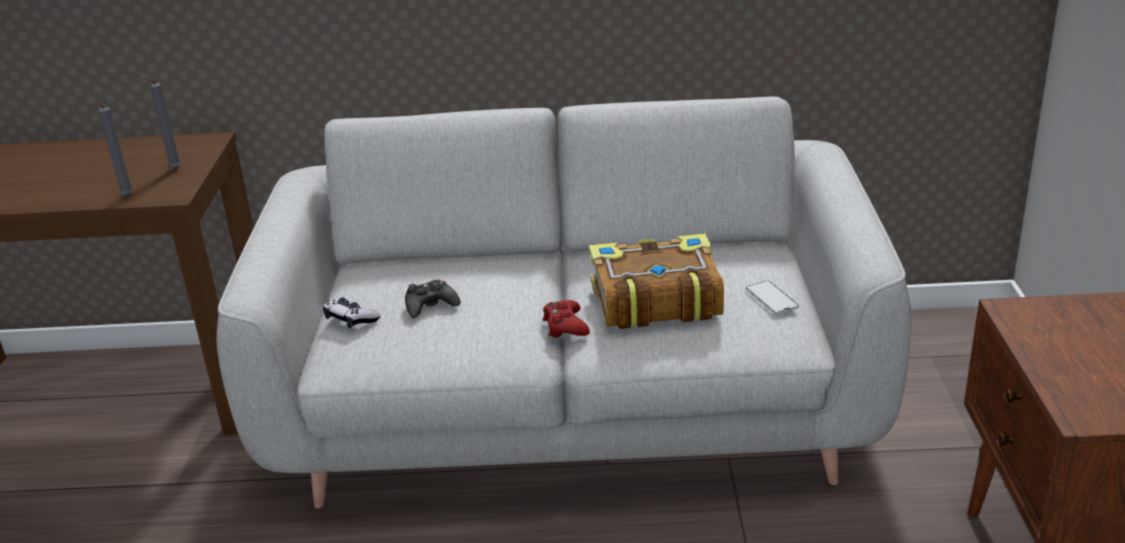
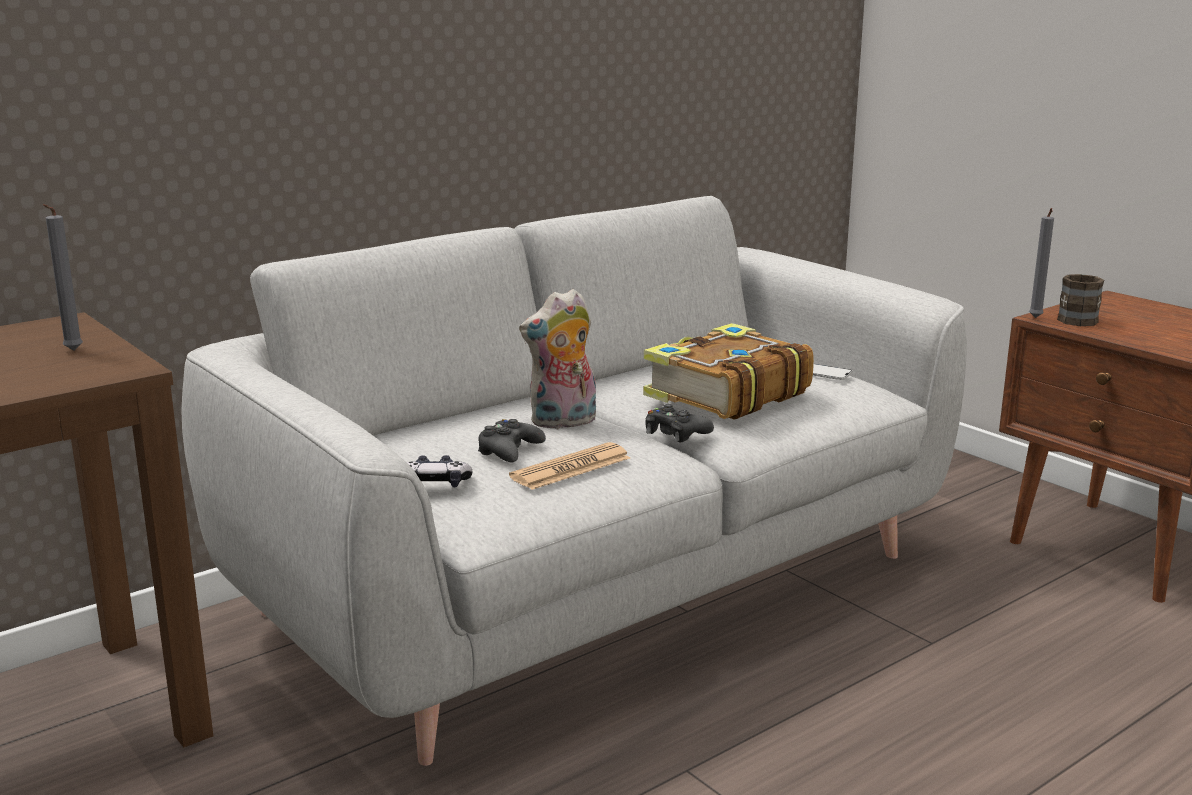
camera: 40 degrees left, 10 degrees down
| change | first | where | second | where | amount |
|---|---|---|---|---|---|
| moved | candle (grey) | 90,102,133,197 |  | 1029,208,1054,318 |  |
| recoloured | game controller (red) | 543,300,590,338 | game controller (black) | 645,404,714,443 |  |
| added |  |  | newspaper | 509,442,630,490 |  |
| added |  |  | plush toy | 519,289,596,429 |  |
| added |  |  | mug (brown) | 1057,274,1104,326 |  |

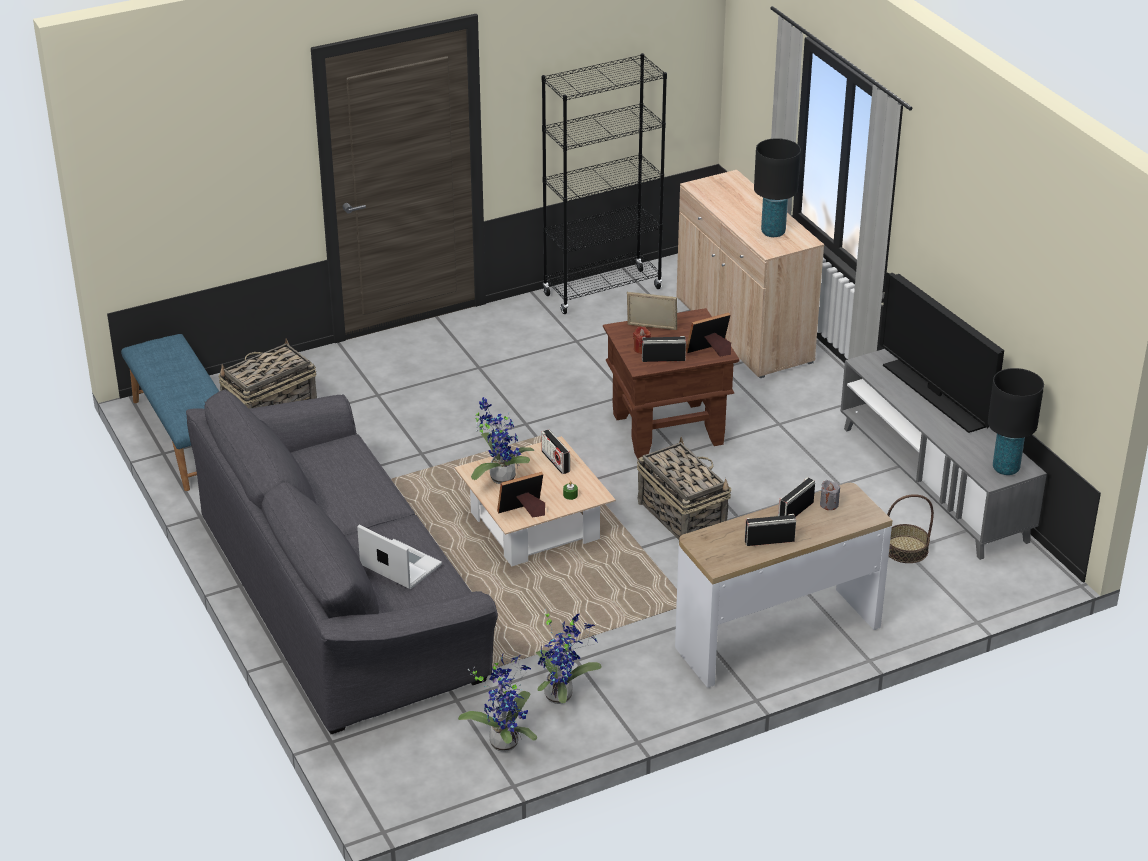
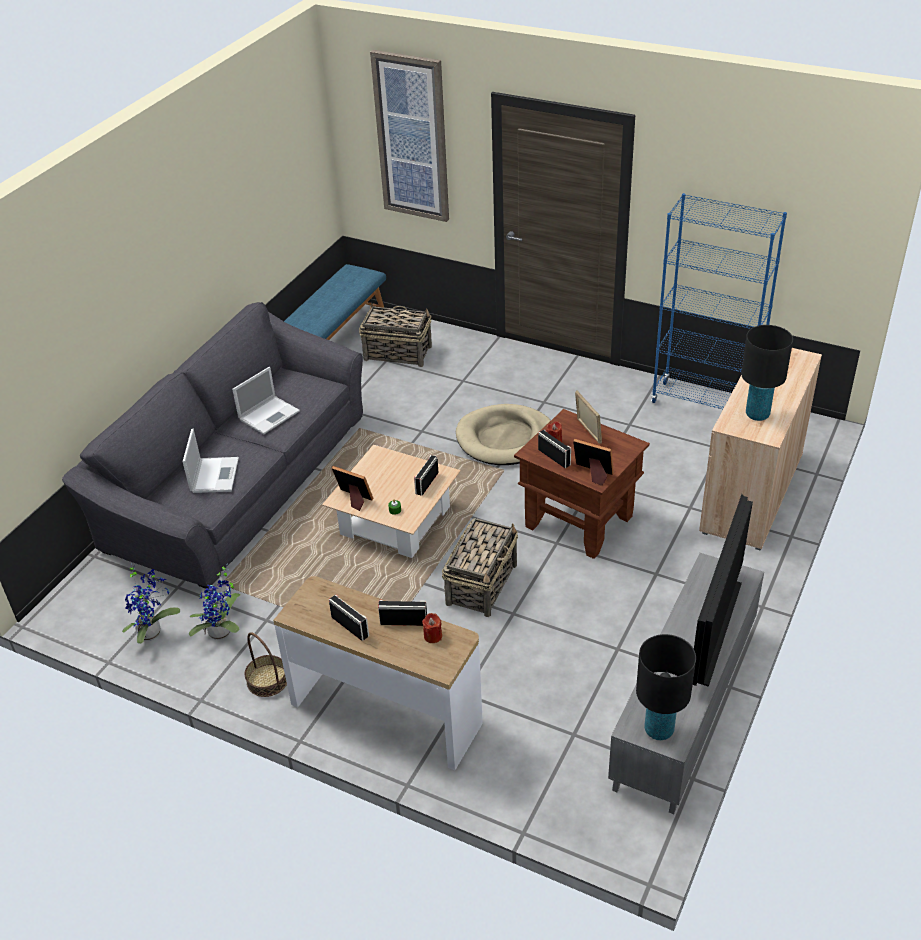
camera: 55 degrees right, 5 degrees up
| change | first | where | second | where | amount |
|---|---|---|---|---|---|
| removed | potted plant | 471,397,535,484 |  |  |  |
| recoloured | bookcase (black) | 542,53,667,314 | bookcase (blue) | 651,193,787,409 |  |
| recoloured | candle (grey) | 820,480,840,510 | candle (red) | 422,613,442,643 |  |
| moved | basket | 887,494,934,563 |  | 245,632,287,697 |  |
| added |  |  | laptop | 232,367,300,434 |  |
| added |  |  | picture | 370,50,449,222 |  |
| added |  |  | dog bed (beige) | 456,404,551,465 |  |

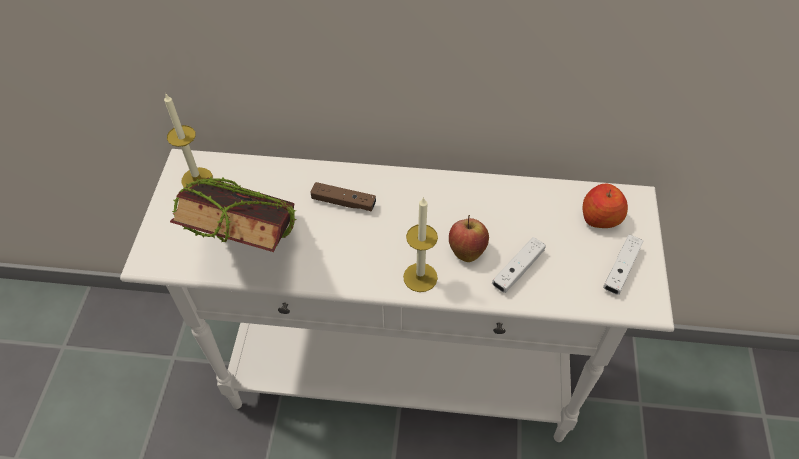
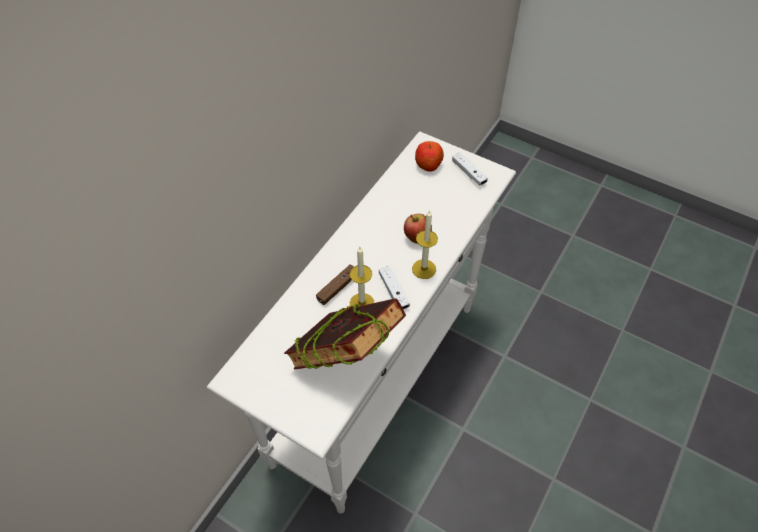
camera: 65 degrees left, 0 degrees up
| change | first | where | second | where | amount |
|---|---|---|---|---|---|
| moved | candle | 164,94,213,188 |  | 350,247,374,308 |  |
| moved | game controller (white) | 492,237,546,293 |  | 379,266,410,309 |  |

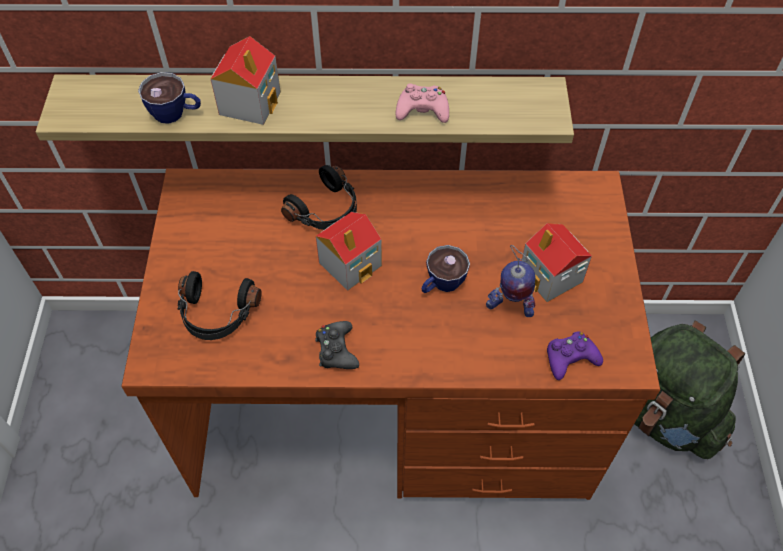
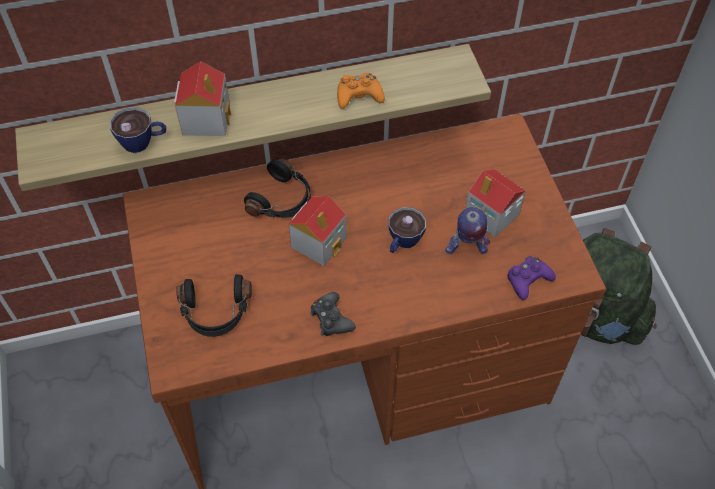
camera: 15 degrees left, 0 degrees up
| change | first | where | second | where | amount |
|---|---|---|---|---|---|
| recoloured | game controller (pink) | 396,83,449,123 | game controller (orange) | 337,73,385,109 |  |

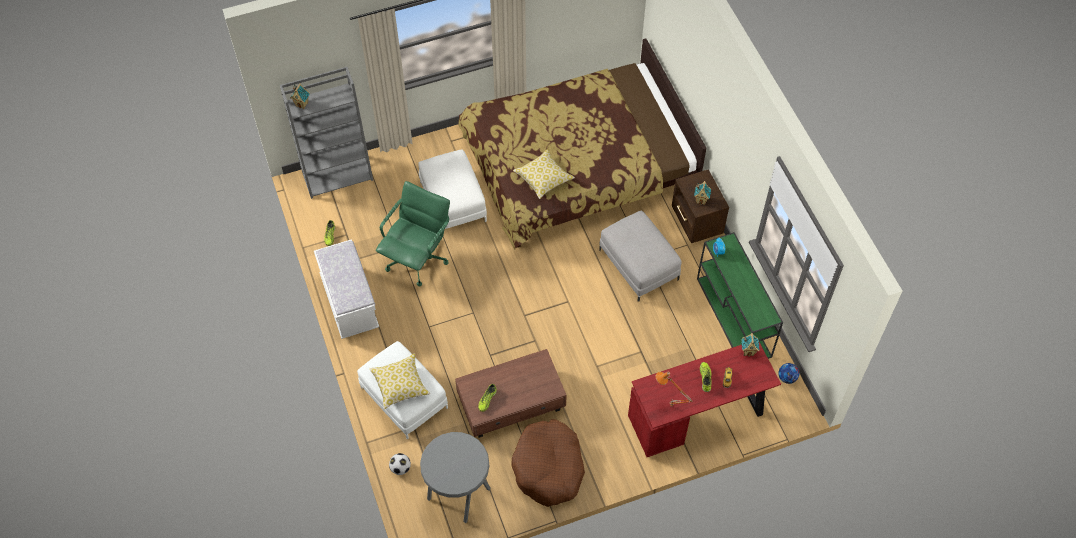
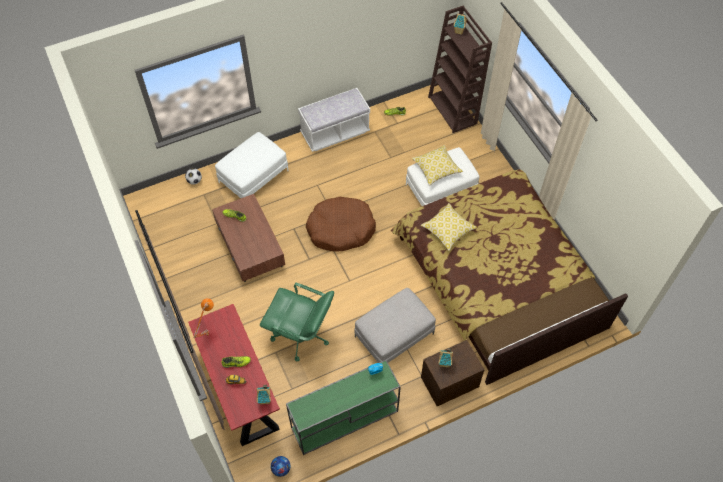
camera: 85 degrees right, 0 degrees up
| change | first | where | second | where | amount |
|---|---|---|---|---|---|
| recoloured | bookcase (grey) | 280,67,373,199 | bookcase (brown) | 428,5,492,133 |  |
| moved | pillow | 370,354,430,409 |  | 412,145,463,186 |  |
| moved | office chair (green) | 376,181,450,287 |  | 260,283,334,361 |  |
| removed | stool (grey) | 420,432,491,523 |  |  |  |
| moved | dog bed (brown) | 511,419,585,507 |  | 306,197,376,252 |  |

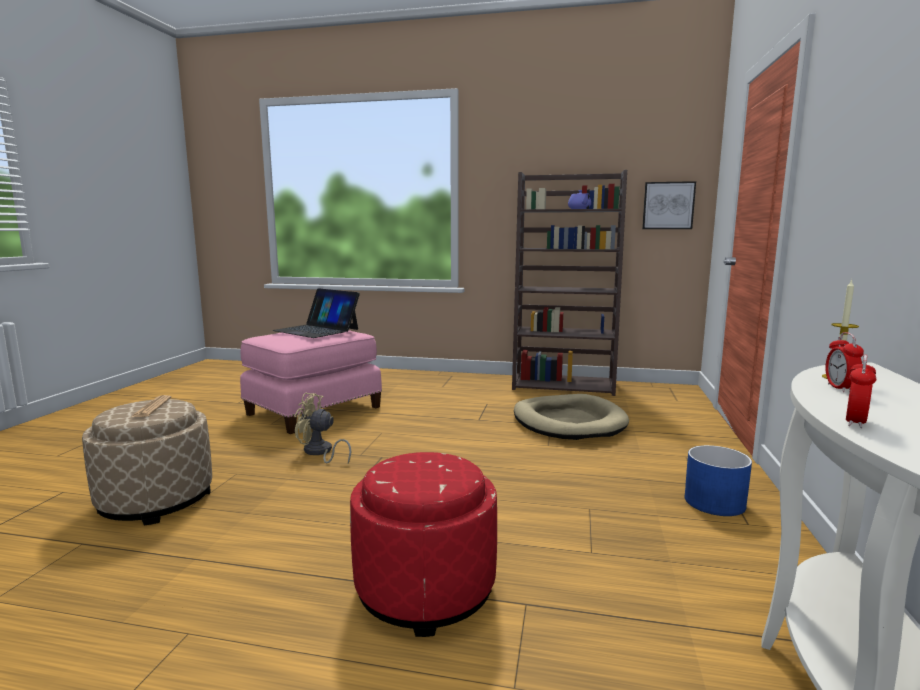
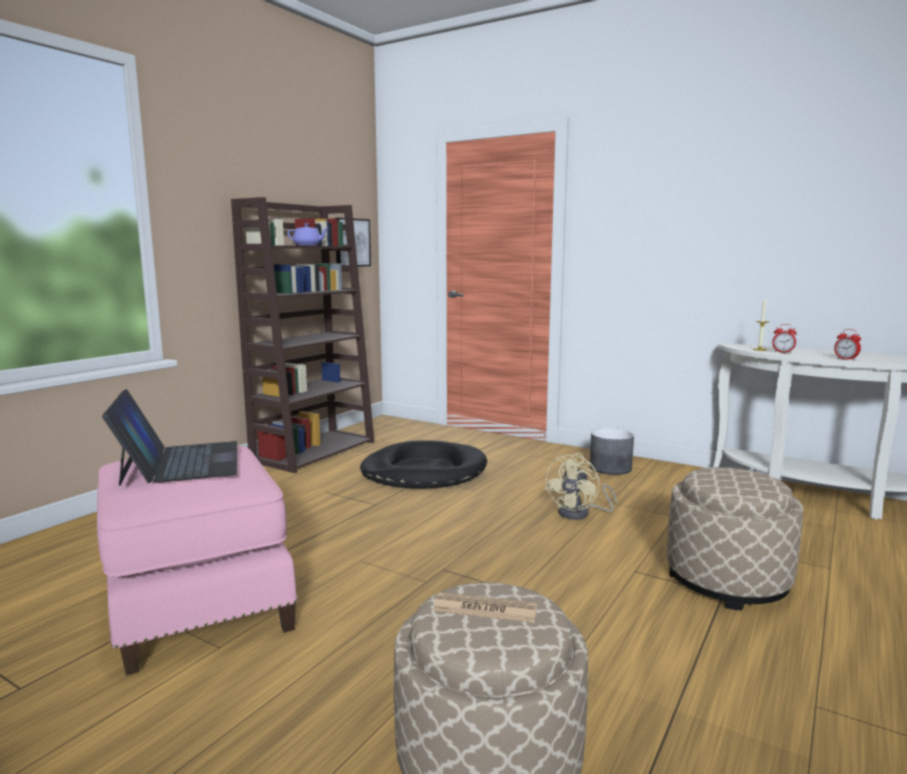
camera: 70 degrees left, 0 degrees up
| change | first | where | second | where | amount |
|---|---|---|---|---|---|
| turned | laptop | 273,288,360,338 |  | 102,389,237,486 | 75 degrees counterclockwise |
| moved | fan (beige) | 294,393,351,464 |  | 545,453,617,520 |  |
| recoloured | ottoman (red) | 350,452,497,637 | ottoman (beige) | 667,467,803,611 |  |
| recoloured | dog bed (beige) | 514,394,629,440 | dog bed (black) | 360,440,487,489 |  |
| recoloured | planter (blue) | 684,445,752,516 | planter (grey) | 590,428,634,475 |  |

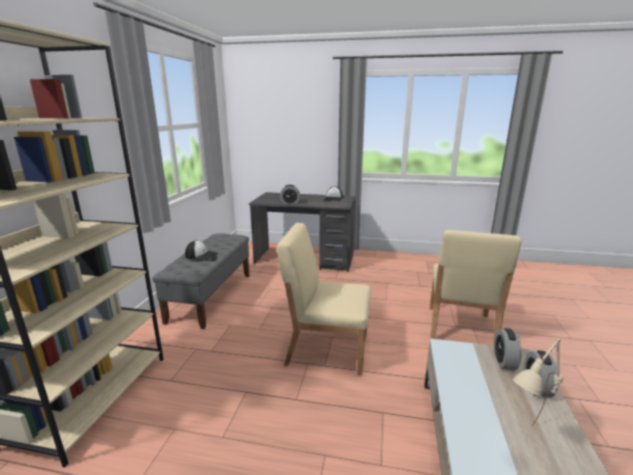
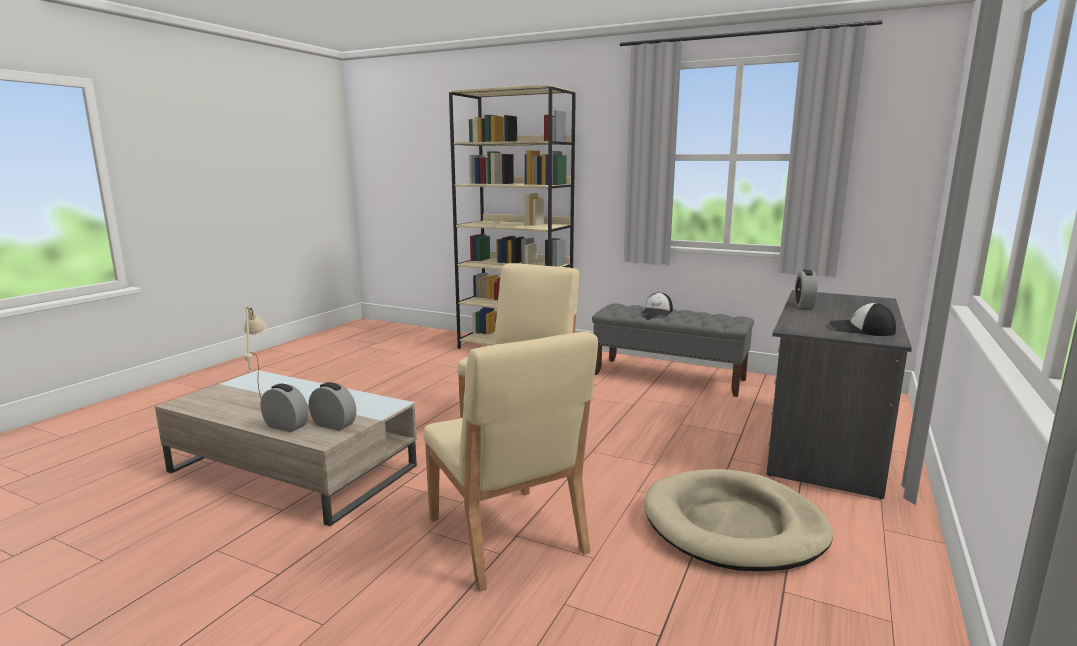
camera: 105 degrees right, 5 degrees down
| change | first | where | second | where | amount |
|---|---|---|---|---|---|
| turned | chair (beige) | 430,230,521,345 |  | 424,332,598,592 | 150 degrees counterclockwise |
| added |  |  | dog bed (beige) | 644,469,833,572 |  |

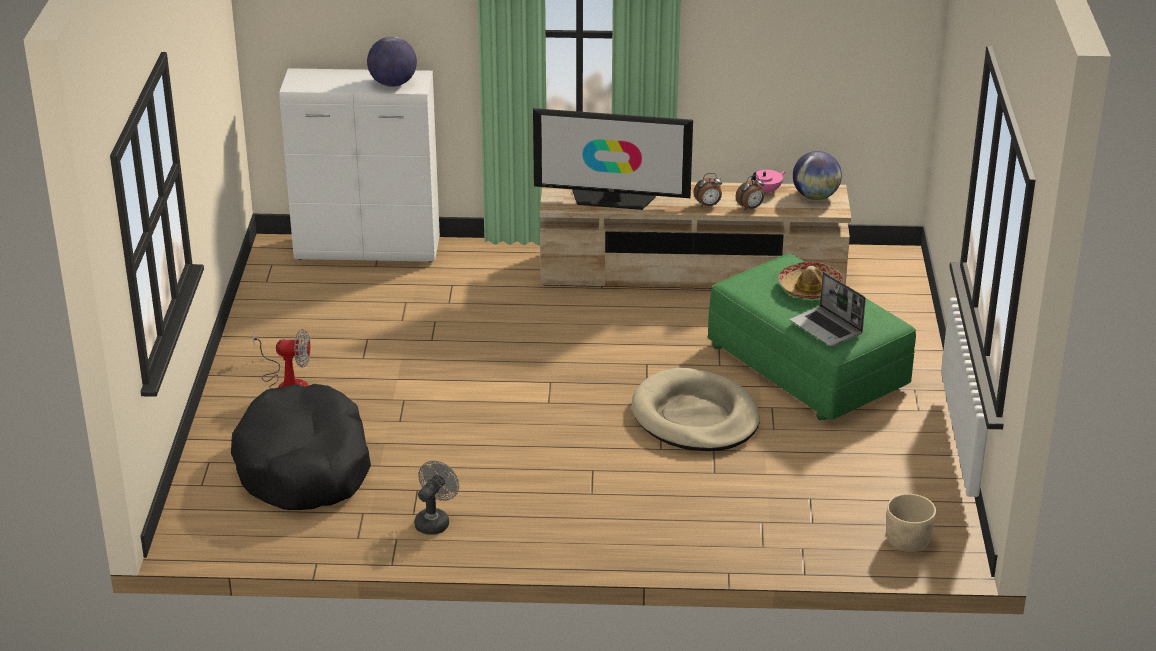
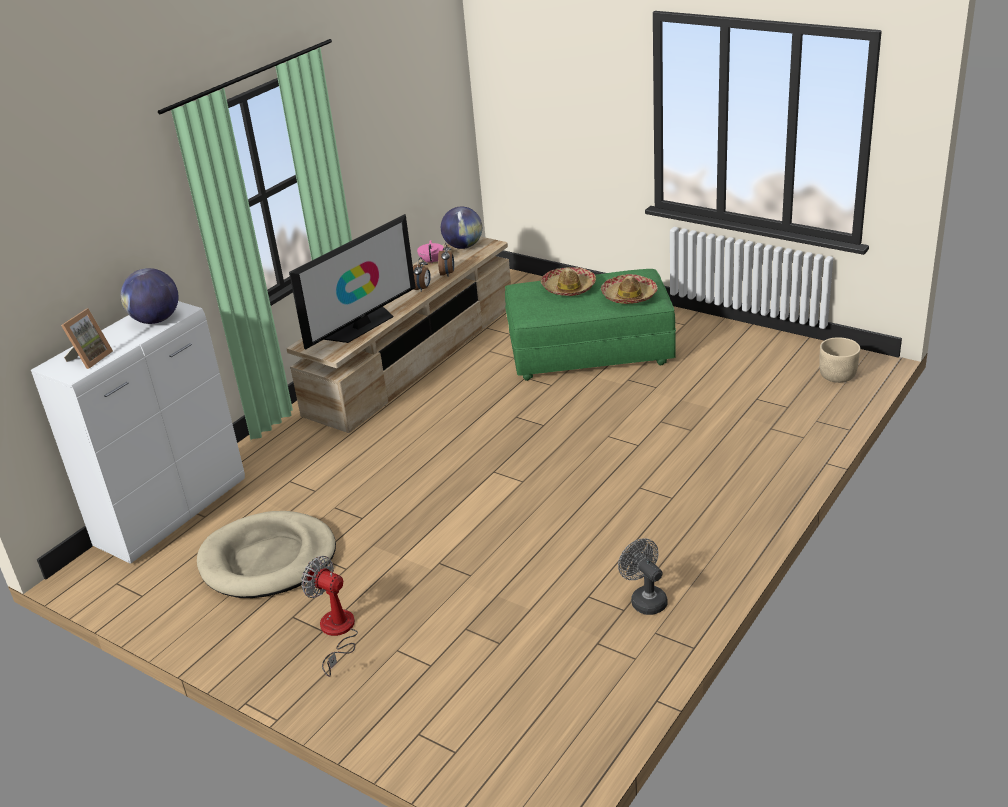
camera: 55 degrees left, 0 degrees up
| change | first | where | second | where | amount |
|---|---|---|---|---|---|
| removed | dog bed (black) | 231,384,371,510 |  |  |  |
| turned | fan | 253,329,310,389 |  | 301,556,358,677 | 90 degrees counterclockwise |
| moved | dog bed (beige) | 632,368,760,451 |  | 197,511,336,598 |  |
| replaced | laptop | 790,272,866,346 | hat | 601,274,658,304 |  |
| added |  |  | picture frame | 61,308,113,369 |  |

